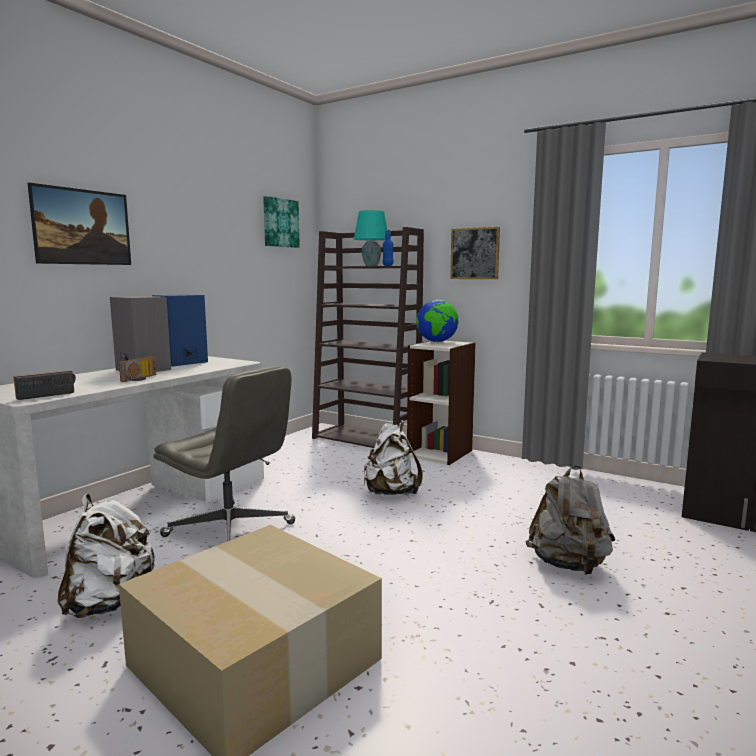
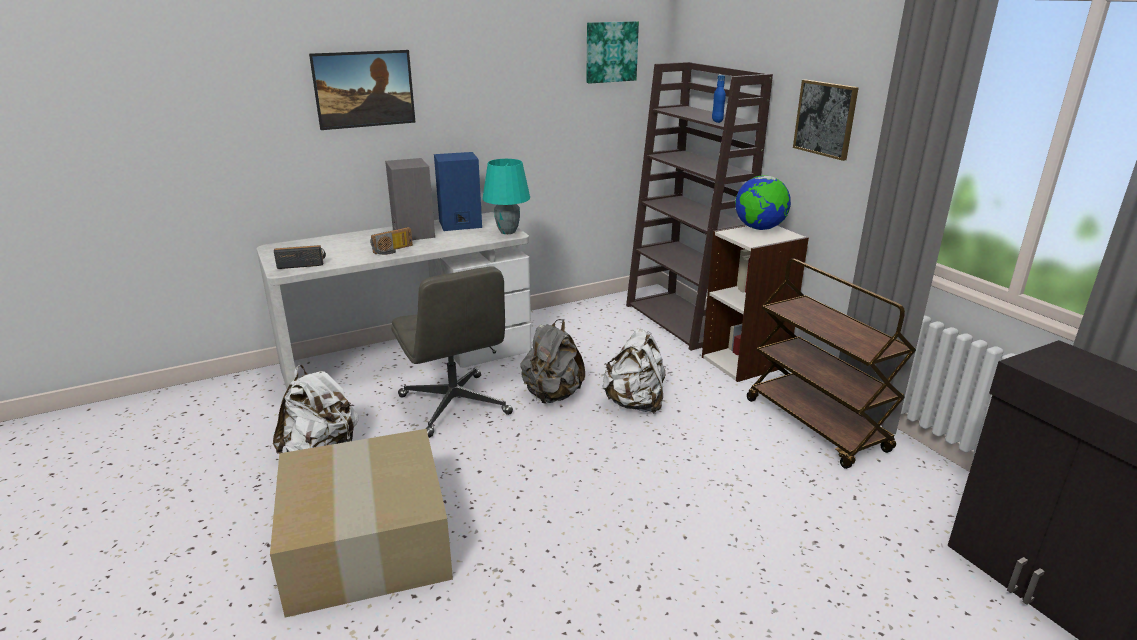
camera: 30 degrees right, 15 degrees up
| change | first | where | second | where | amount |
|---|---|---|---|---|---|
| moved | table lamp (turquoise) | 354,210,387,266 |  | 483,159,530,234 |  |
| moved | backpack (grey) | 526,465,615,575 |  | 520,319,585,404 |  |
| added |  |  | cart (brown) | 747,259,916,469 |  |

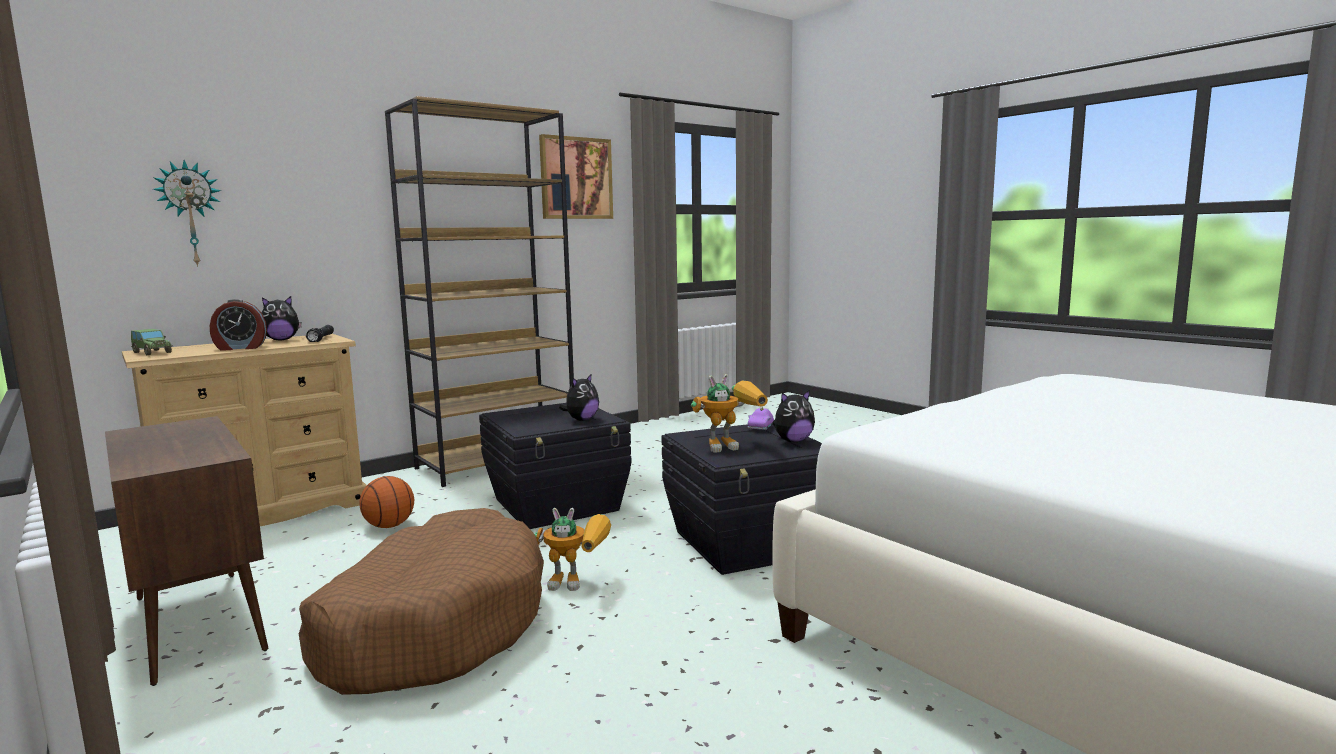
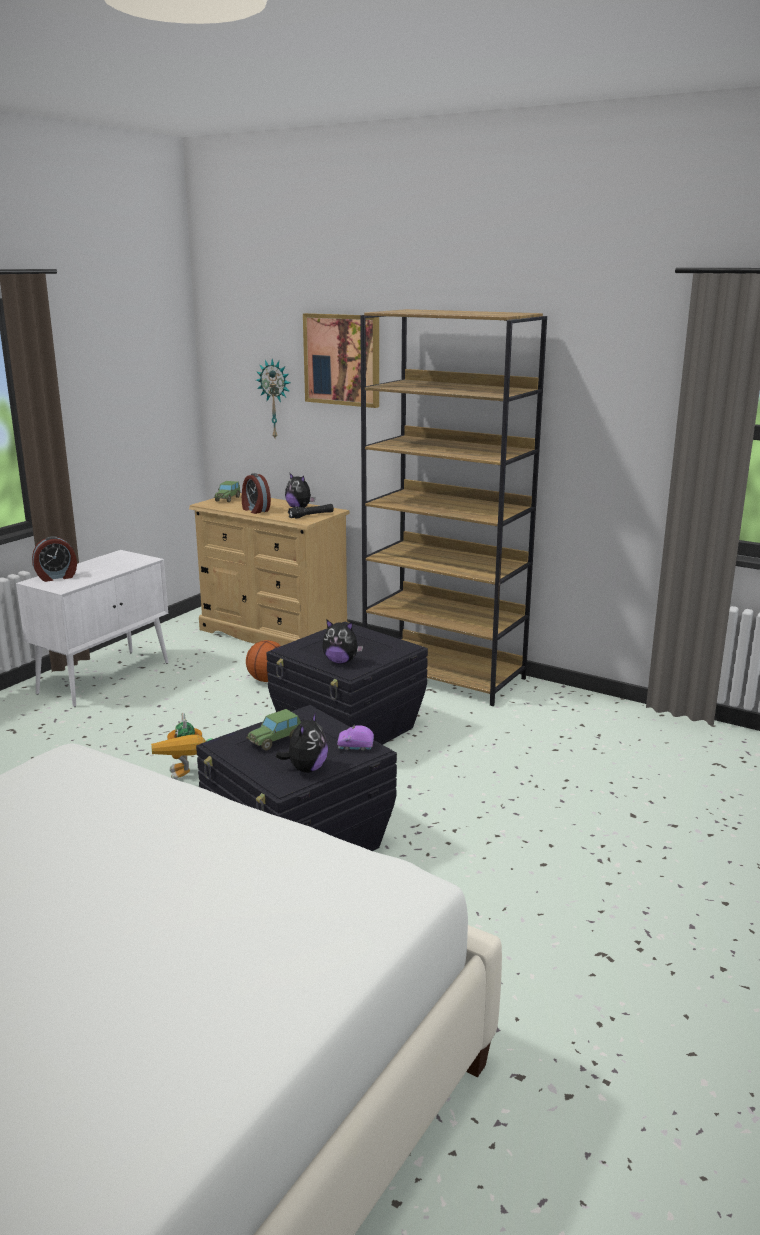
camera: 70 degrees right, 10 degrees up
| change | first | where | second | where | amount |
|---|---|---|---|---|---|
| recoloured | cabinet (brown) | 105,416,268,686 | cabinet (white) | 16,550,169,707 |  |
| removed | dog bed (brown) | 299,508,544,695 |  |  |  |
| moved | picture | 539,134,613,219 |  | 303,313,379,408 |  |
| replaced | toy robot | 691,374,768,452 | toy car | 246,709,301,750 |  |
| turned | plush toy | 772,390,815,442 |  | 276,712,328,773 | 120 degrees counterclockwise |
| added |  |  | alarm clock | 32,536,77,582 |  |

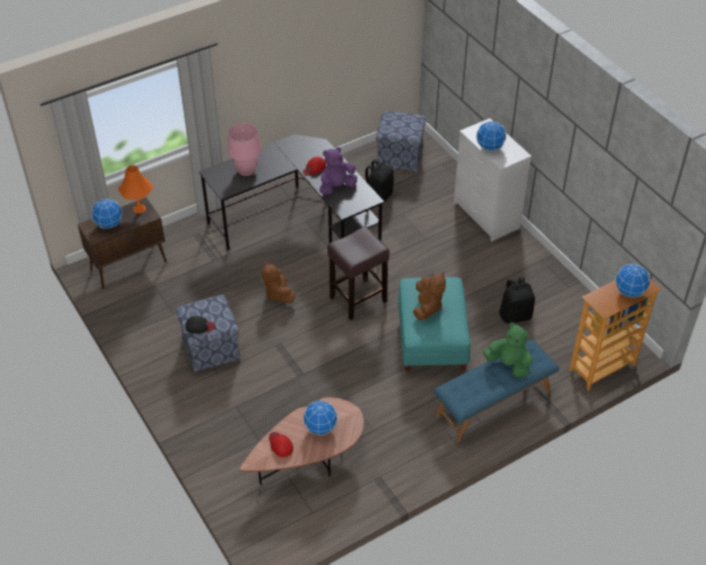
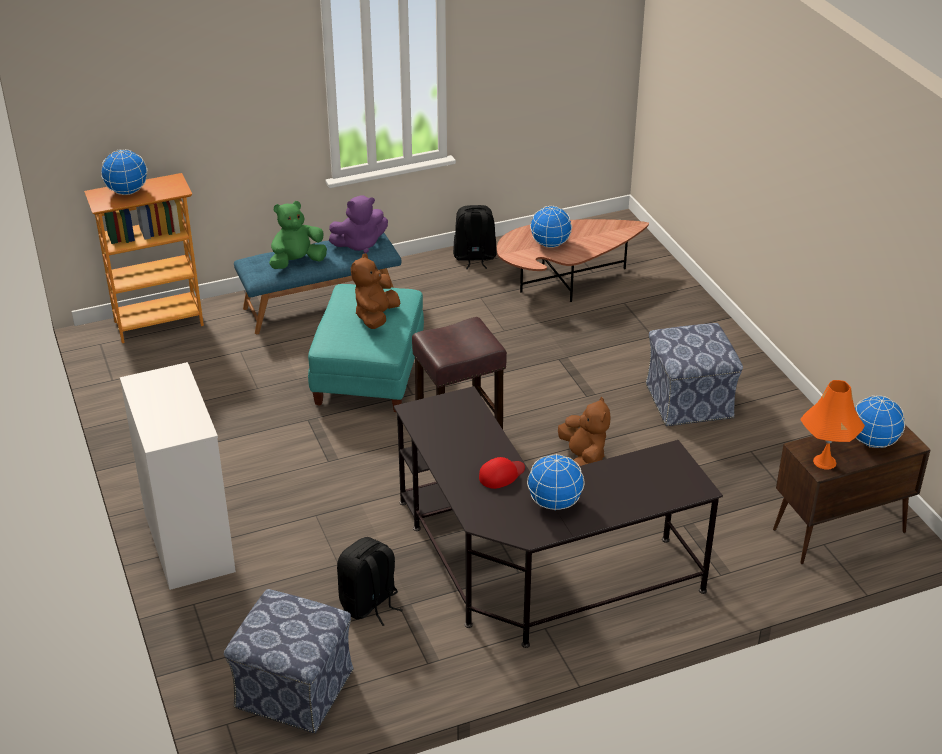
camera: 170 degrees left, 10 degrees down
| change | first | where | second | where | amount |
|---|---|---|---|---|---|
| removed | cap (black) | 185,316,216,334 |  |  |  |
| removed | table lamp (pink) | 228,123,261,176 |  |  |  |
| removed | cap (red) | 269,432,293,457 |  |  |  |
| moved | plush toy (purple) | 320,147,357,194 |  | 329,195,388,253 |  |
| moved | globe | 476,121,506,151 |  | 527,454,584,511 |  |
| turned | plush toy (green) | 483,322,533,378 |  | 269,201,327,269 | 105 degrees clockwise |
| moved | backpack (black) | 499,277,535,324 |  | 453,205,497,269 |  |

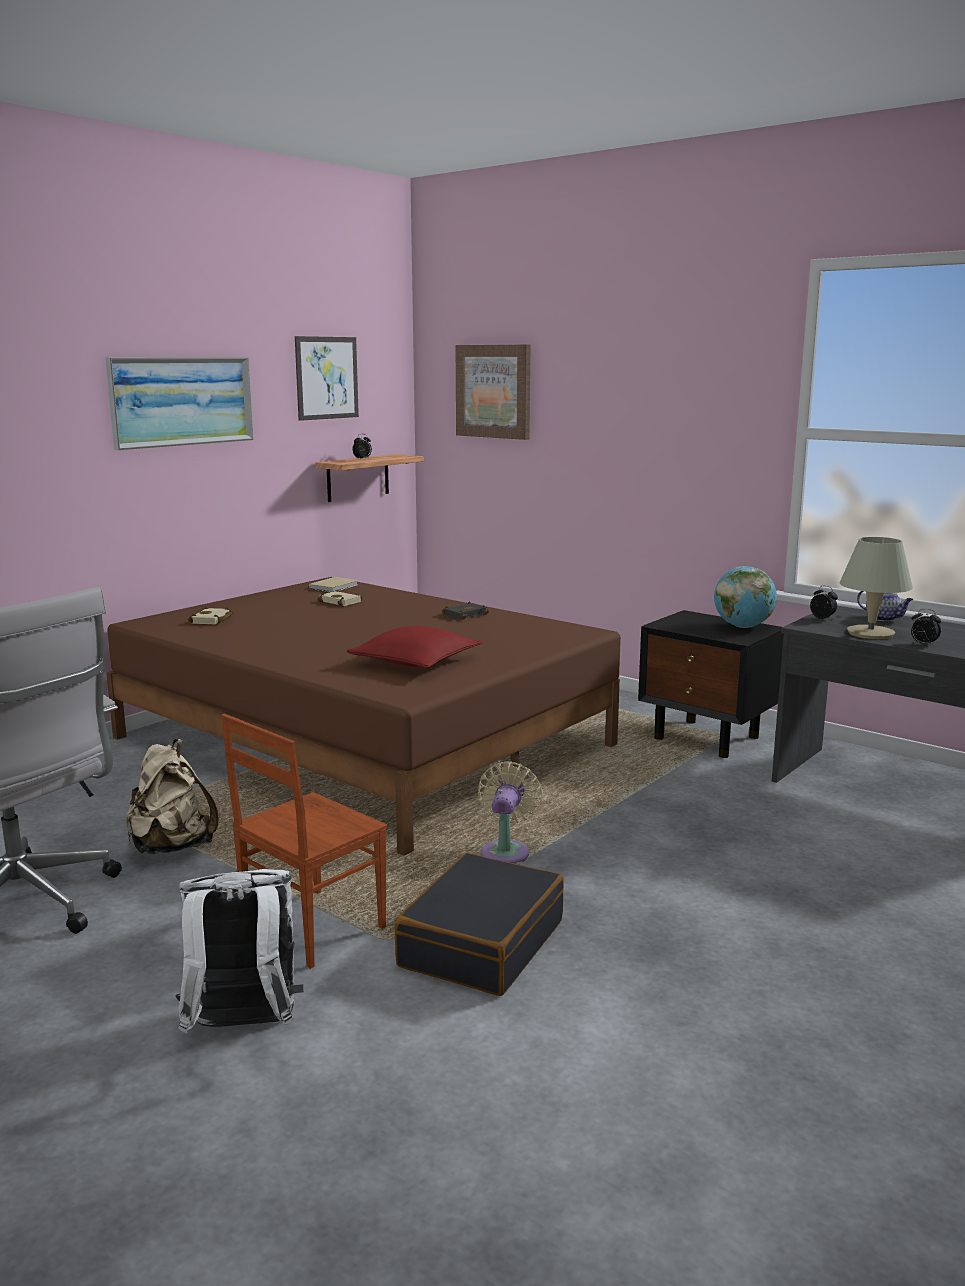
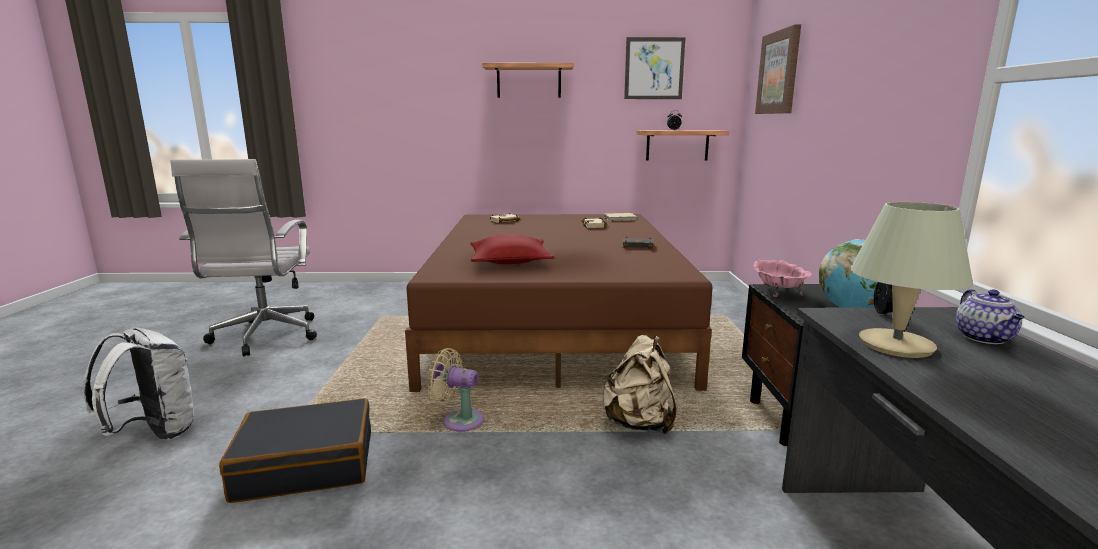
camera: 50 degrees right, 0 degrees up
| change | first | where | second | where | amount |
|---|---|---|---|---|---|
| replaced | picture | 105,357,254,450 | shelf | 482,63,574,98 |  |
| moved | backpack (beige) | 126,739,219,854 |  | 602,335,677,435 |  |
| removed | chair (brown) | 221,714,387,969 |  |  |  |
| turned | fan (beige) | 478,761,543,863 |  | 427,348,484,433 | 135 degrees counterclockwise |
| removed | alarm clock | 911,609,941,645 |  |  |  |
| added |  |  | bowl (pink) | 753,260,812,297 |  |

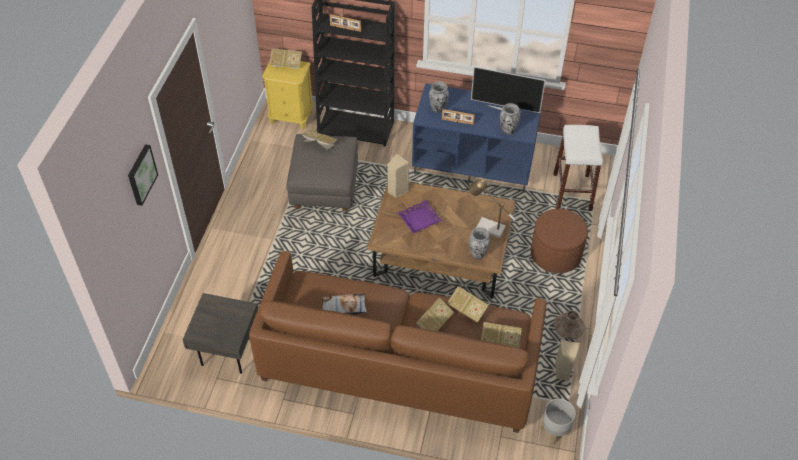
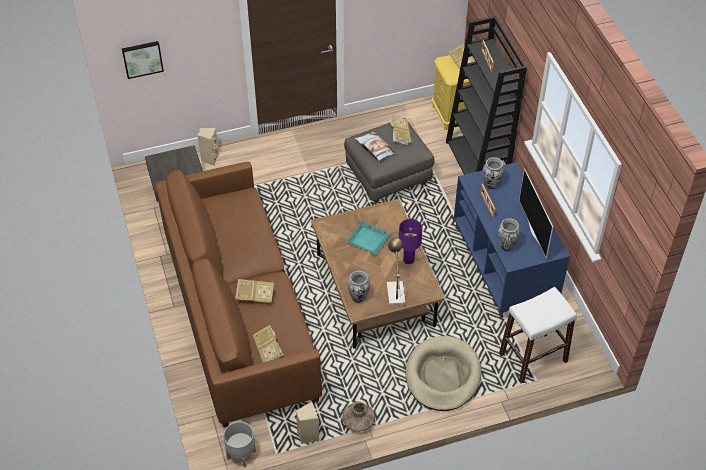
camera: 60 degrees right, 0 degrees up
| change | first | where | second | where | amount |
|---|---|---|---|---|---|
| moved | picture | 128,144,158,206 |  | 122,41,164,79 |  |
| moved | pillow | 322,294,367,315 |  | 355,131,396,161 |  |
| moved | speaker (beige) | 387,153,409,198 |  | 197,128,219,166 |  |
| recoloured | tray (purple) | 397,200,442,233 | tray (turquoise) | 346,220,391,254 |  |
| removed | book | 447,286,489,323 |  |  |  |
| replaced | ottoman (brown) | 531,209,588,273 | dog bed (beige) | 405,336,481,411 |  |
| added |  |  | table lamp (purple) | 399,219,423,264 |  |

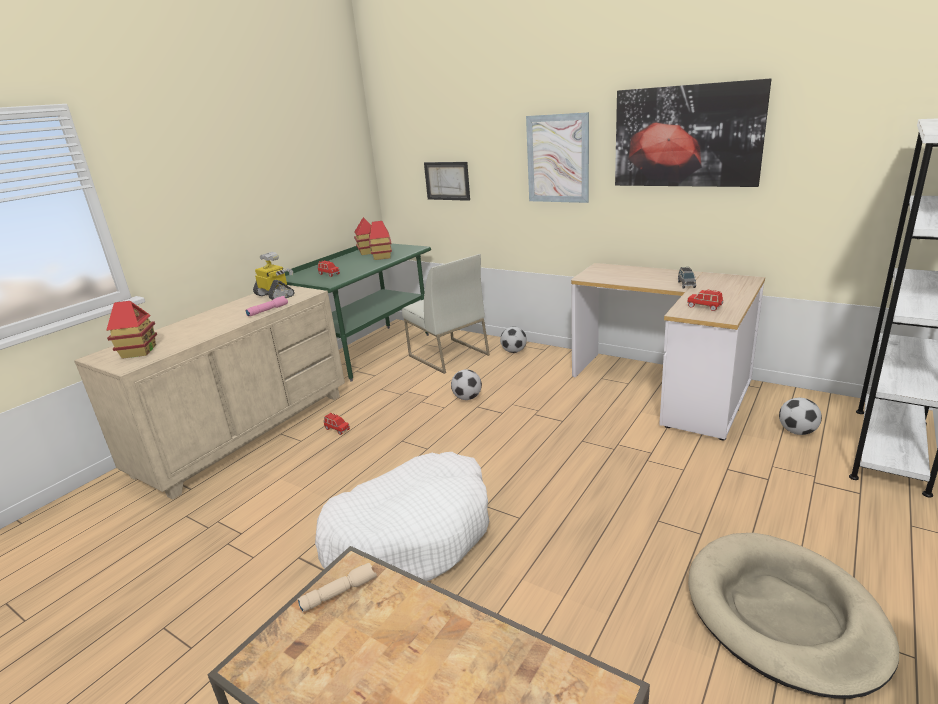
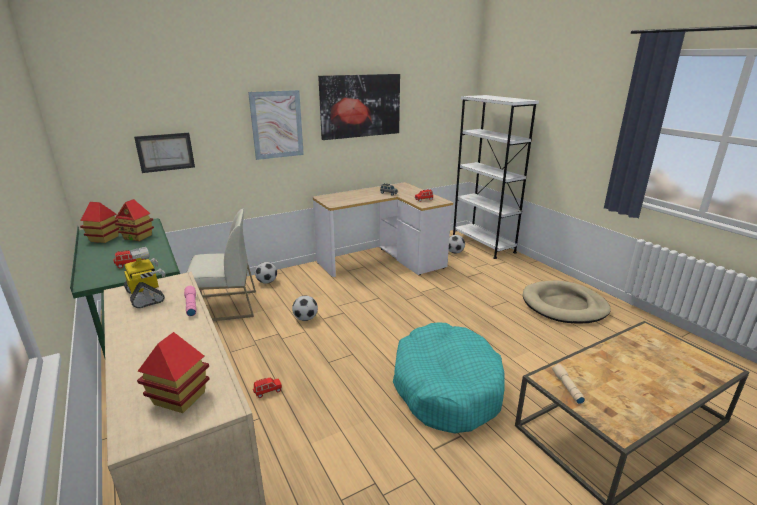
camera: 65 degrees left, 0 degrees up
| change | first | where | second | where | amount |
|---|---|---|---|---|---|
| turned | toy robot | 253,252,295,300 |  | 124,247,165,308 | 75 degrees clockwise |
| recoloured | dog bed (white) | 315,452,489,581 | dog bed (turquoise) | 393,322,505,434 |  |

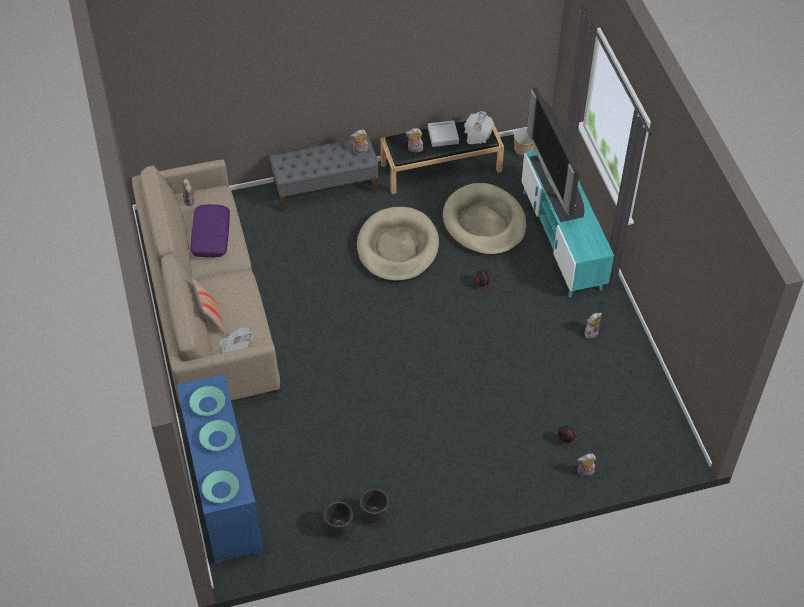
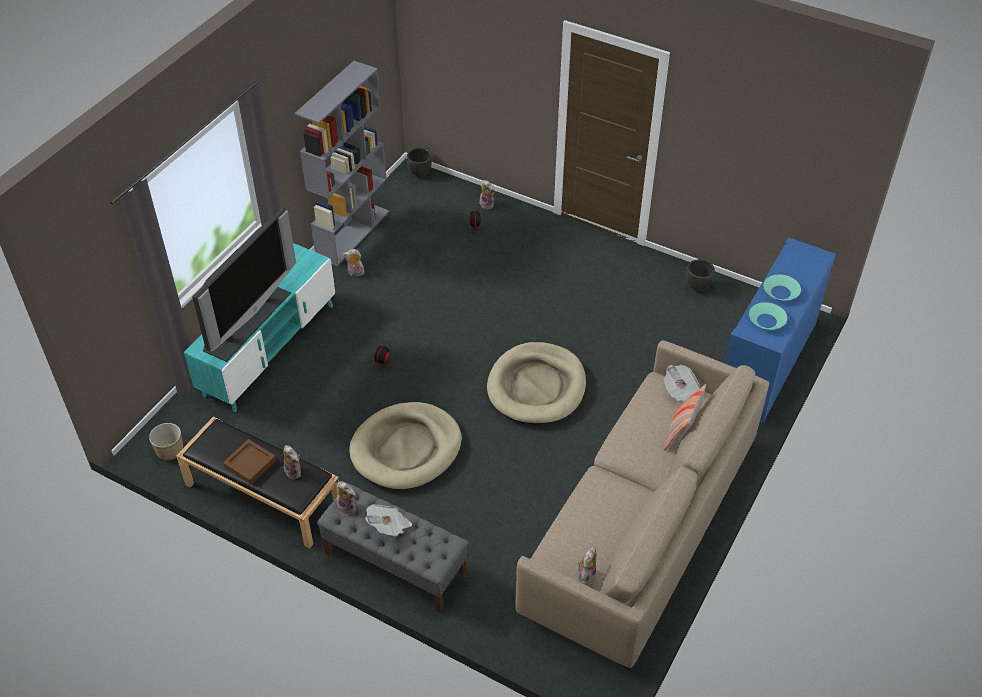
camera: 135 degrees left, 5 degrees down
| change | first | where | second | where | amount |
|---|---|---|---|---|---|
| removed | pillow (purple) | 190,205,230,257 |  |  |  |
| removed | bowl (turquoise) | 202,471,239,503 |  |  |  |
| moved | planter (black) | 360,489,389,522 |  | 407,148,432,177 |  |
| recoloured | tray (grey) | 428,120,459,147 | tray (brown) | 223,439,276,485 |  |
| moved | dog bed (beige) | 443,183,527,255 |  | 487,342,586,425 |  |
| moved | newspaper | 464,111,494,144 |  | 365,504,412,537 |  |
| added |  |  | bookcase (grey) | 294,61,389,266 |  |

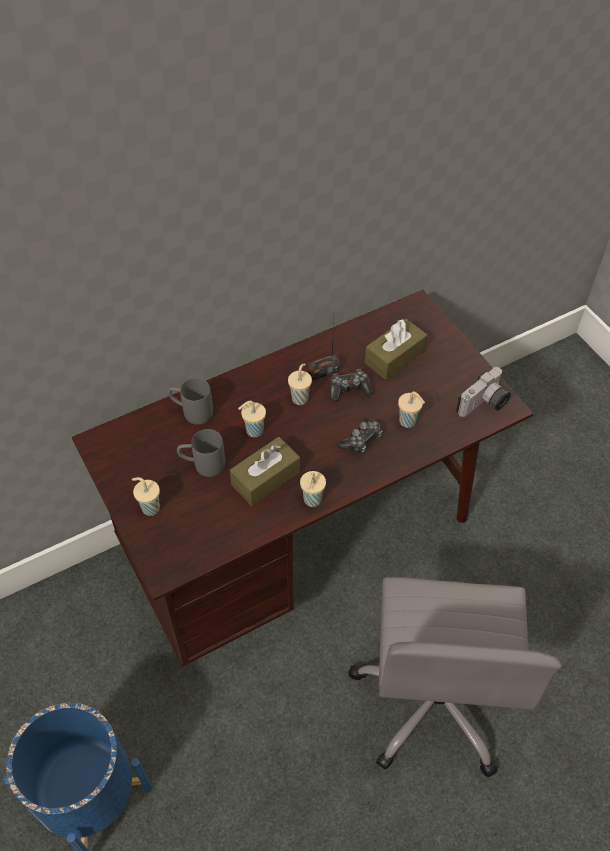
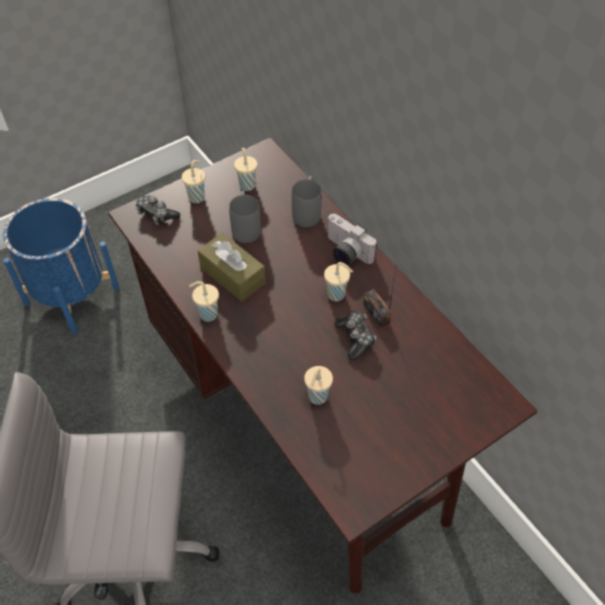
camera: 85 degrees right, 0 degrees up
| change | first | where | second | where | amount |
|---|---|---|---|---|---|
| moved | cup (beige) | 238,401,266,437 |  | 234,148,257,191 |  |
| moved | game controller | 337,419,382,454 |  | 135,196,180,225 |  |
| removed | tissue box (brown) | 365,319,427,380 |  |  |  |
| moved | photo camera | 456,367,511,417 |  | 327,214,377,266 |  |

